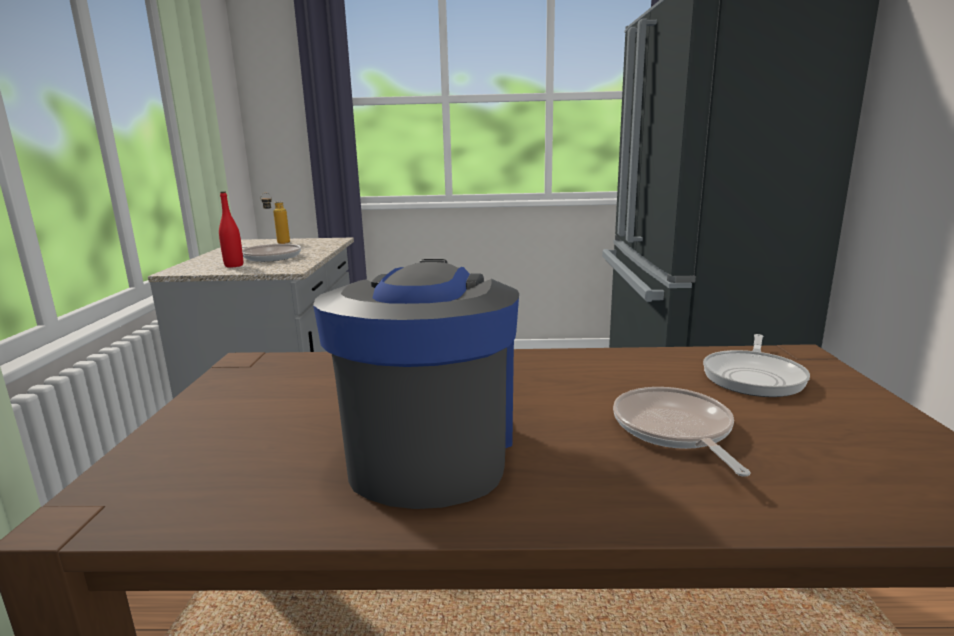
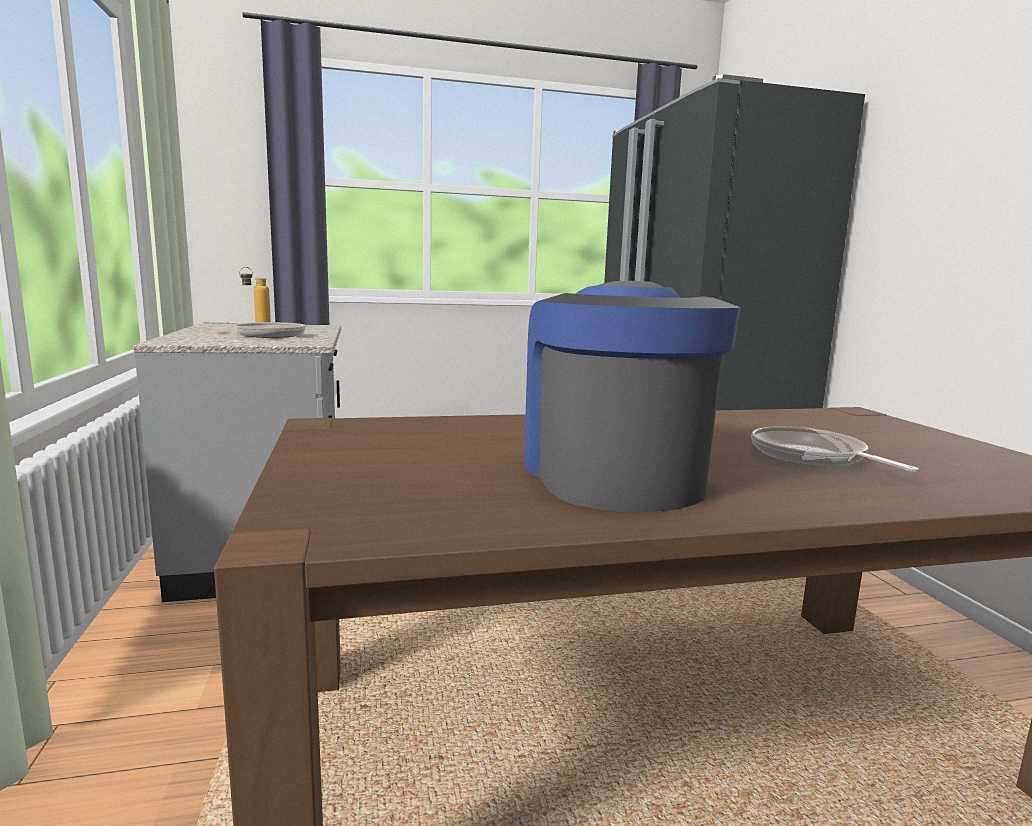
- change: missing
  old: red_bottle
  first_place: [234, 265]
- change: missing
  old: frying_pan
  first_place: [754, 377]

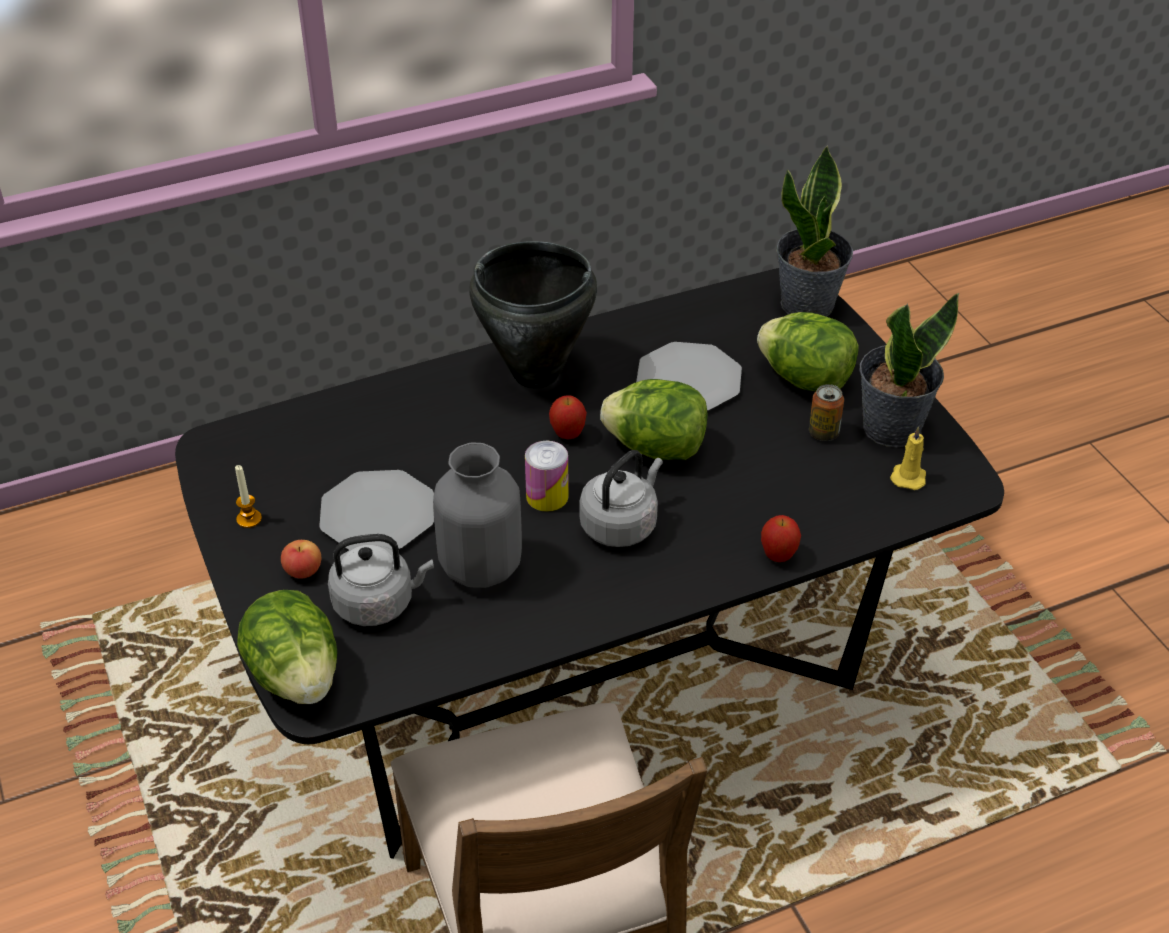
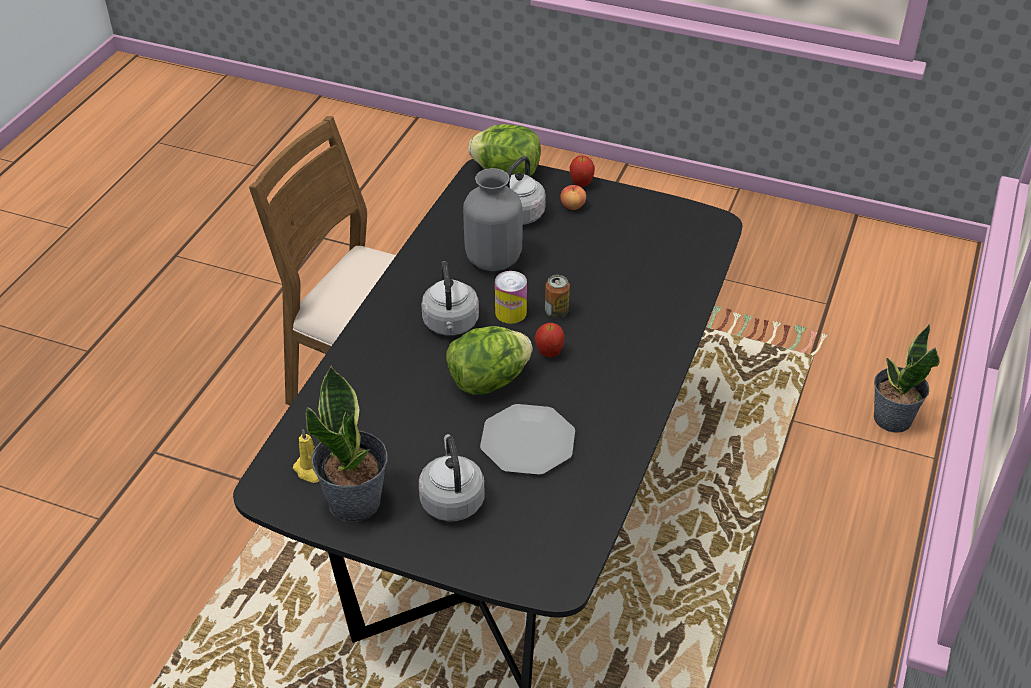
- change: relocated
  old: potted_plant
  first_place: [808, 304]
  second_place: [891, 419]
- change: missing
  old: black_cooking_pot
  first_place: [536, 374]
- change: exchanged
  old: lettuce
  new: grey_kettle
  first_place: [805, 379]
  second_place: [451, 499]
- change: relocated
  old: can
  first_place: [823, 433]
  second_place: [556, 312]
- change: missing
  old: candle
  first_place: [249, 519]
- change: missing
  old: plate
  first_place: [377, 513]
- change: relocated
  old: apple
  first_place: [778, 556]
  second_place: [581, 184]

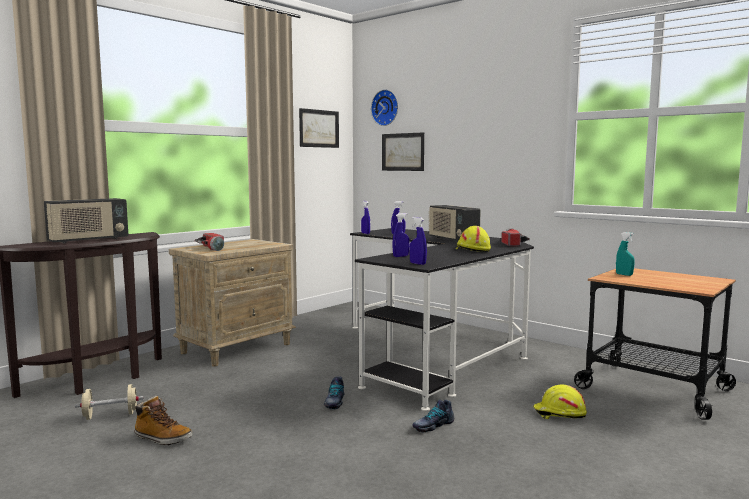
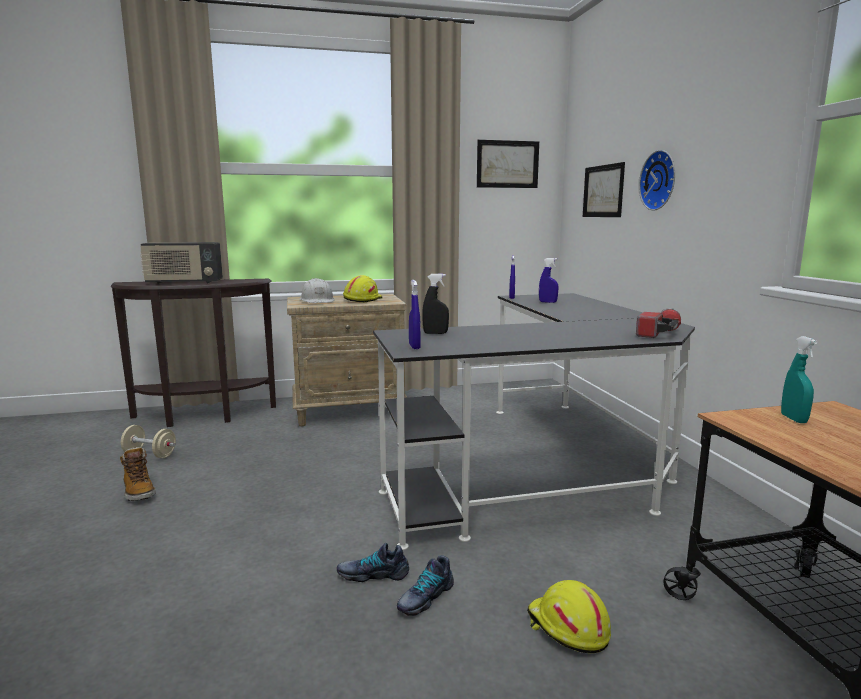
- change: relocated
  old: wall_clock
  first_place: [386, 108]
  second_place: [660, 180]
- change: missing
  old: radio
  first_place: [452, 240]
- change: colour
  old: blue_spray_bottle
  new: black_spray_bottle
  first_place: [401, 256]
  second_place: [435, 333]
- change: relocated
  old: yellow_hard_hat
  first_place: [472, 250]
  second_place: [362, 299]
- change: exchanged
  old: flashlight
  new: white_hard_hat
  first_place: [212, 248]
  second_place: [318, 300]
- change: relocated
  old: shoe
  first_place: [334, 401]
  second_place: [424, 597]

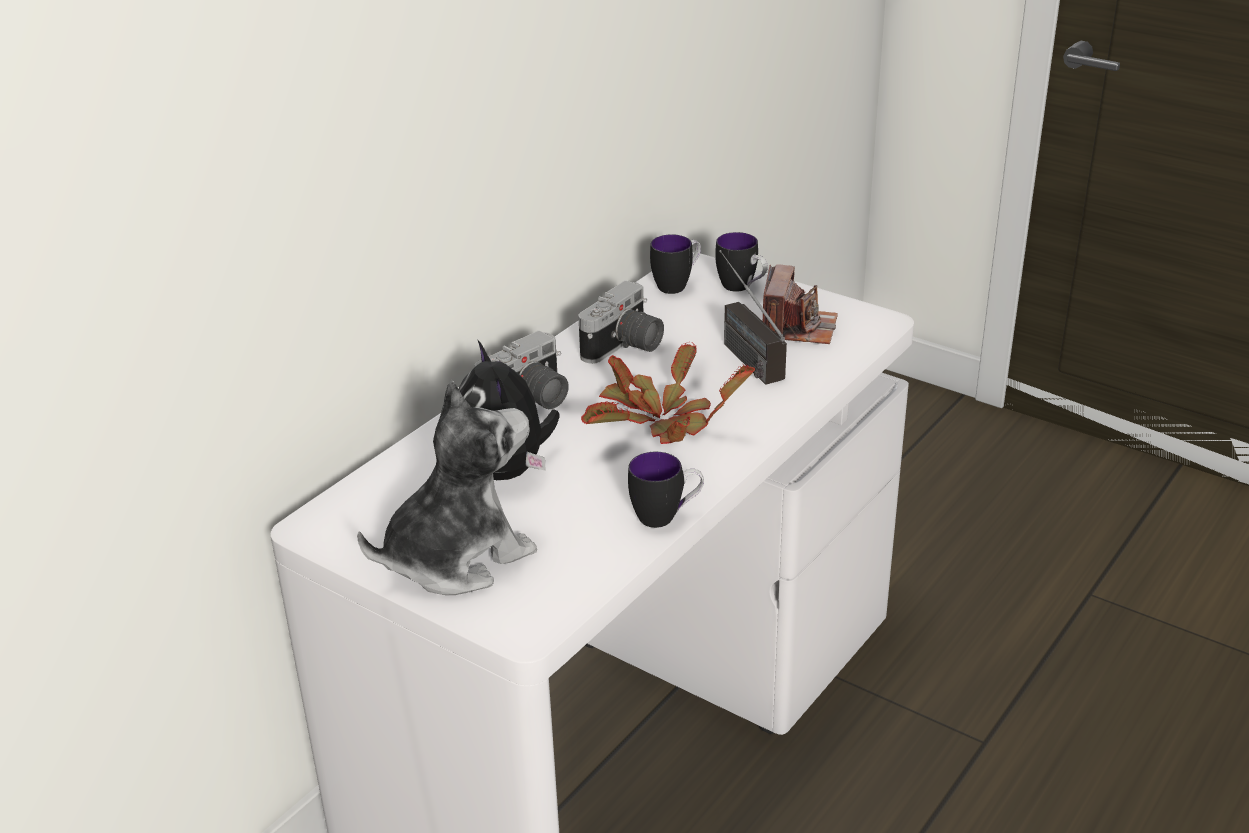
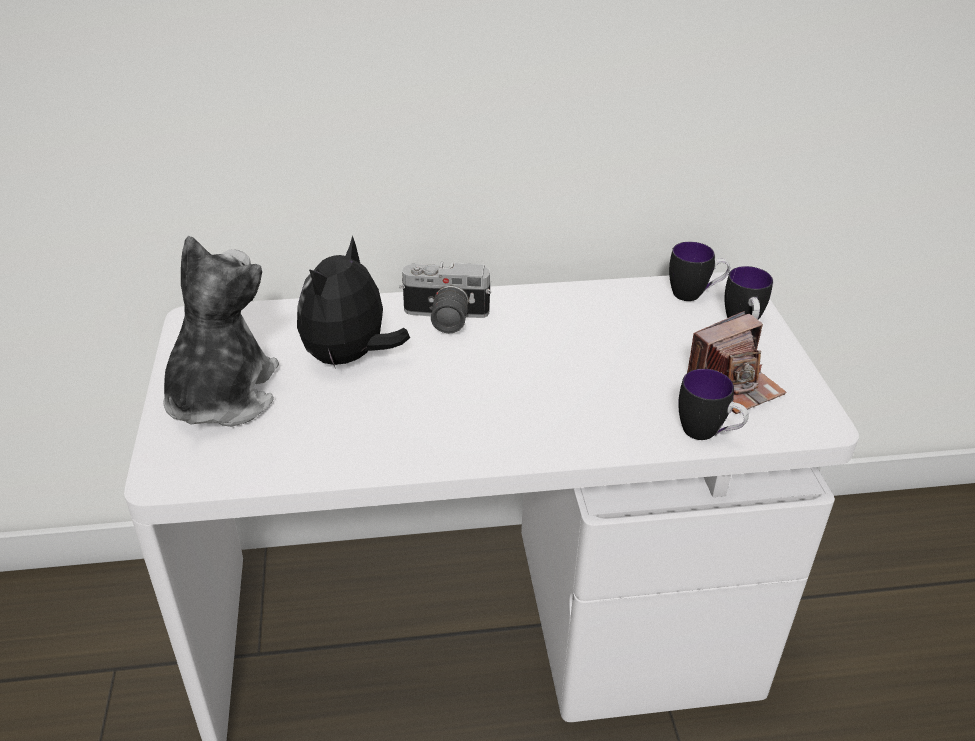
- change: missing
  old: radio
  first_place: [740, 351]
- change: missing
  old: photo_camera
  first_place: [625, 348]
- change: missing
  old: potted_plant
  first_place: [658, 423]
- change: spun
  old: plush_toy
  first_place: [456, 557]
  second_place: [221, 396]
  degrees: -90
- change: relocated
  old: mug
  first_place: [666, 517]
  second_place: [707, 434]

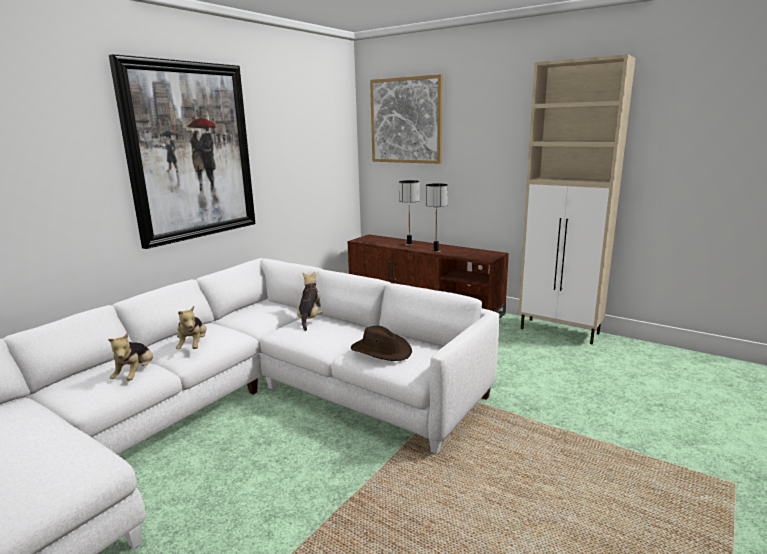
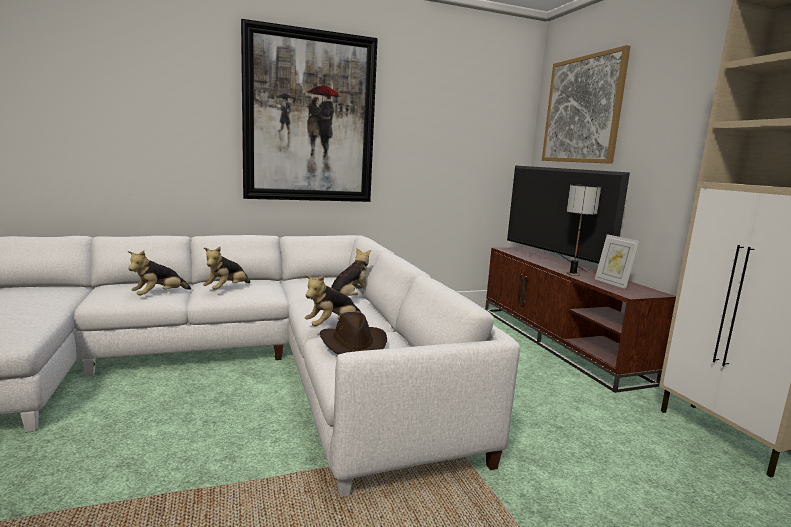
- change: exchanged
  old: table_lamp
  new: television
  first_place: [409, 244]
  second_place: [553, 262]
- change: appeared
  new: picture_frame
  second_place: [612, 283]
- change: appeared
  new: plush_toy
  second_place: [332, 326]

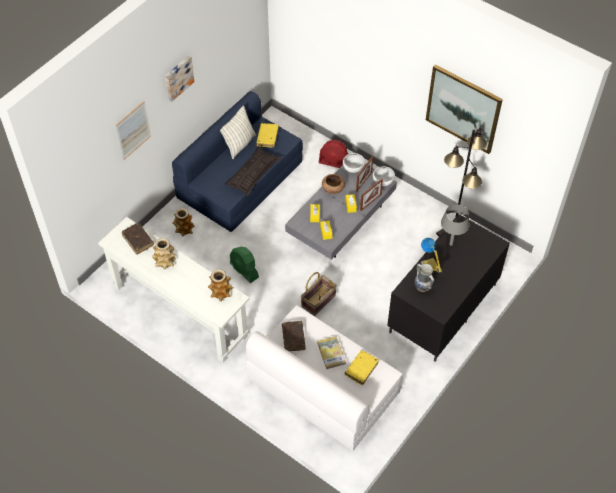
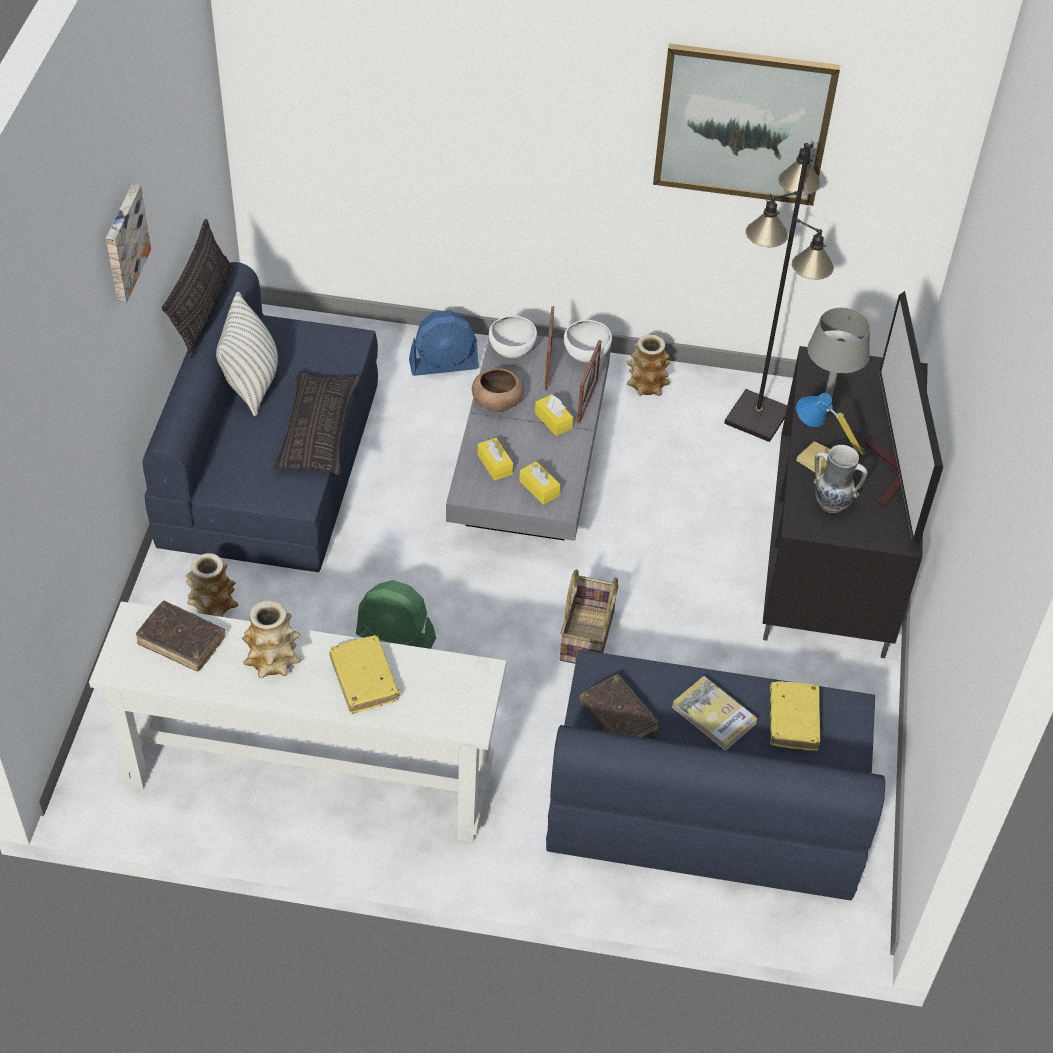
- change: missing
  old: picture
  first_place: [133, 130]
- change: relocated
  old: yellow_book
  first_place: [267, 137]
  second_place: [364, 679]
- change: colour
  old: red_fan
  new: blue_fan
  first_place: [334, 163]
  second_place: [444, 365]
- change: relocated
  old: vase
  first_place: [221, 292]
  second_place: [647, 384]
- change: colour
  old: white_sofa
  new: blue_sofa
  first_place: [323, 385]
  second_place: [707, 797]
- change: appeared
  new: pillow
  second_place: [203, 310]
- change: appeared
  new: television
  second_place: [892, 475]

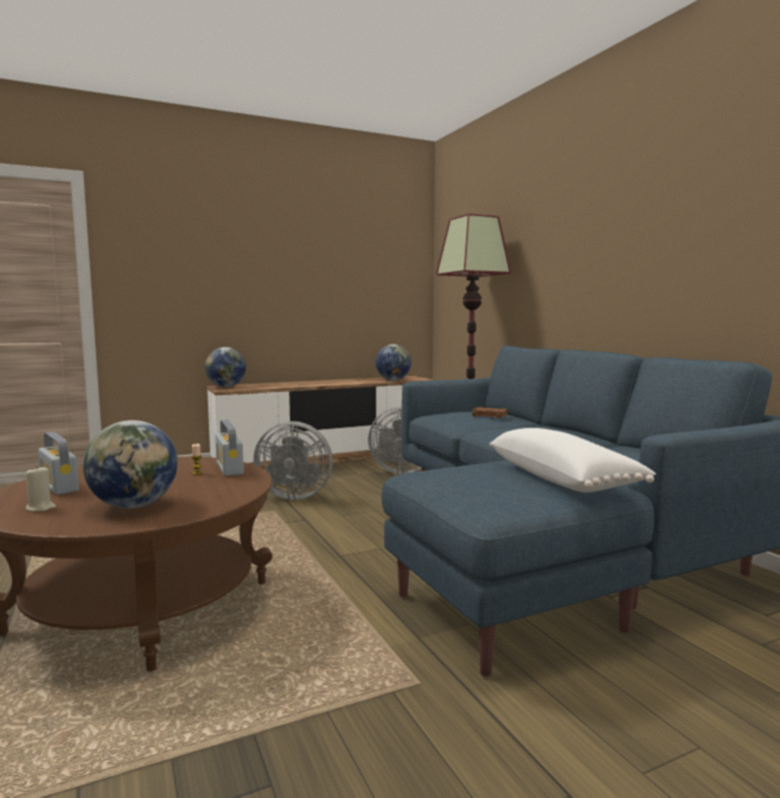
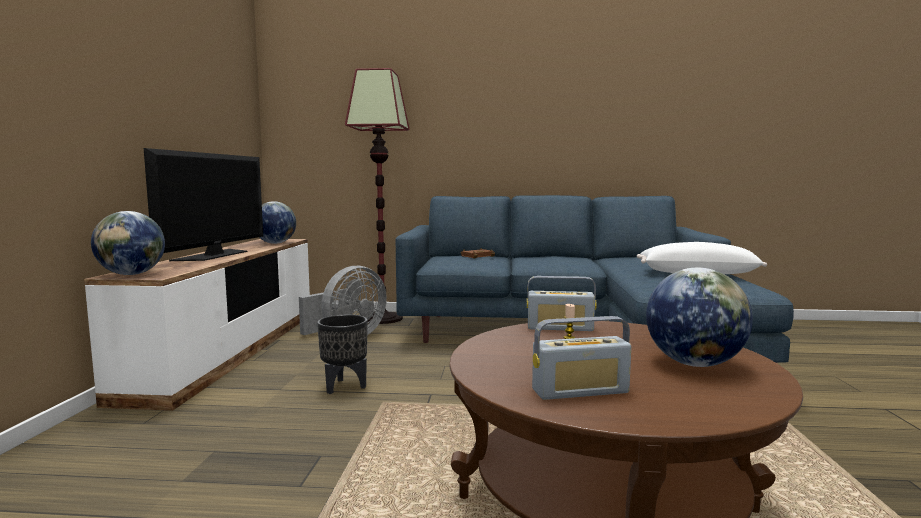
- change: exchanged
  old: grey_fan
  new: black_planter
  first_place: [293, 496]
  second_place: [344, 386]
- change: missing
  old: beige_candle
  first_place: [40, 508]
- change: appeared
  new: television
  second_place: [214, 255]

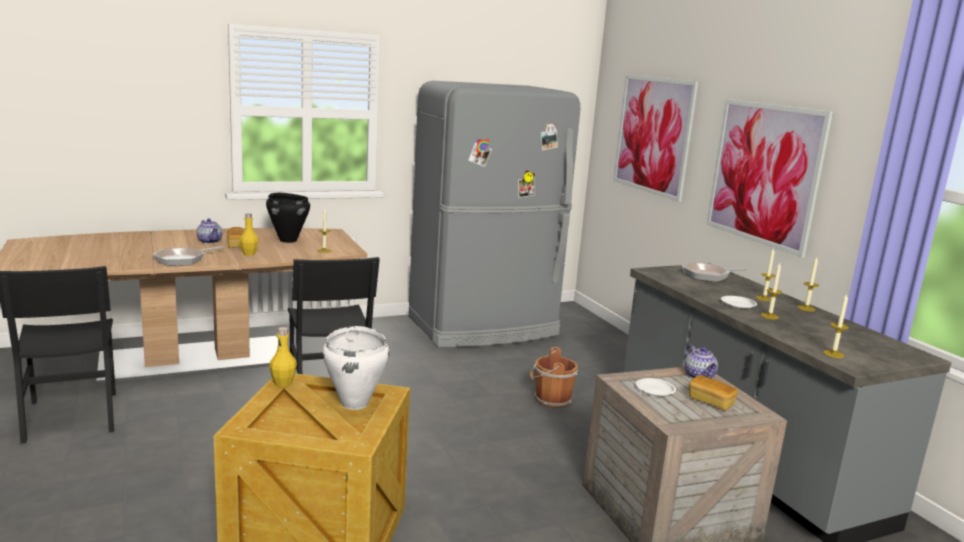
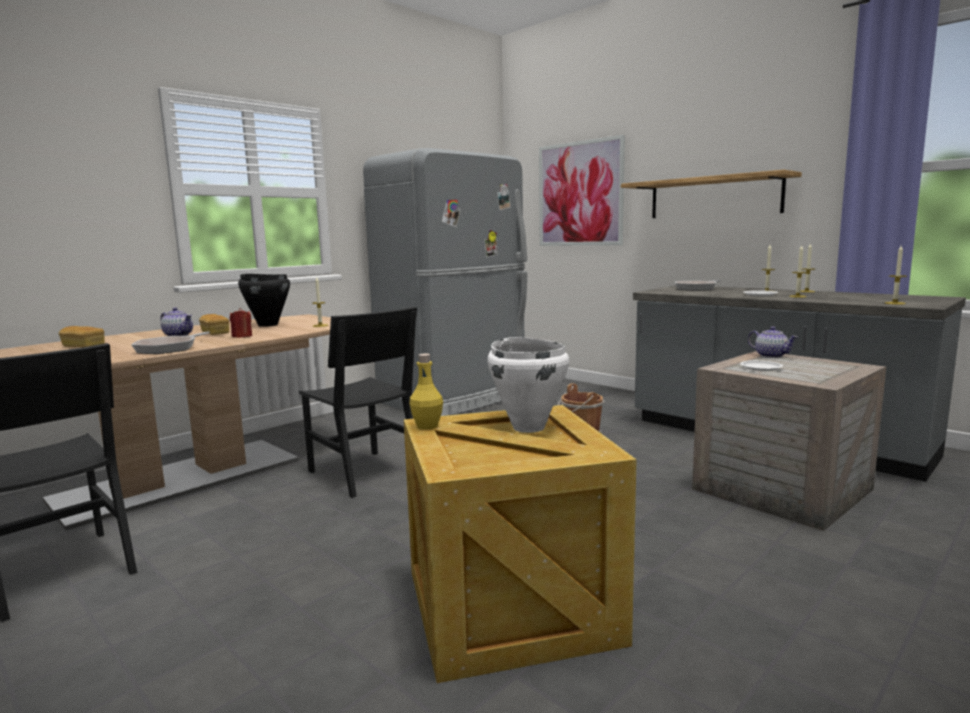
- change: exchanged
  old: picture
  new: shelf
  first_place: [764, 174]
  second_place: [714, 197]
- change: exchanged
  old: yellow_bottle
  new: red_candle
  first_place: [249, 254]
  second_place: [242, 336]
- change: relocated
  old: bread
  first_place: [710, 402]
  second_place: [83, 347]

